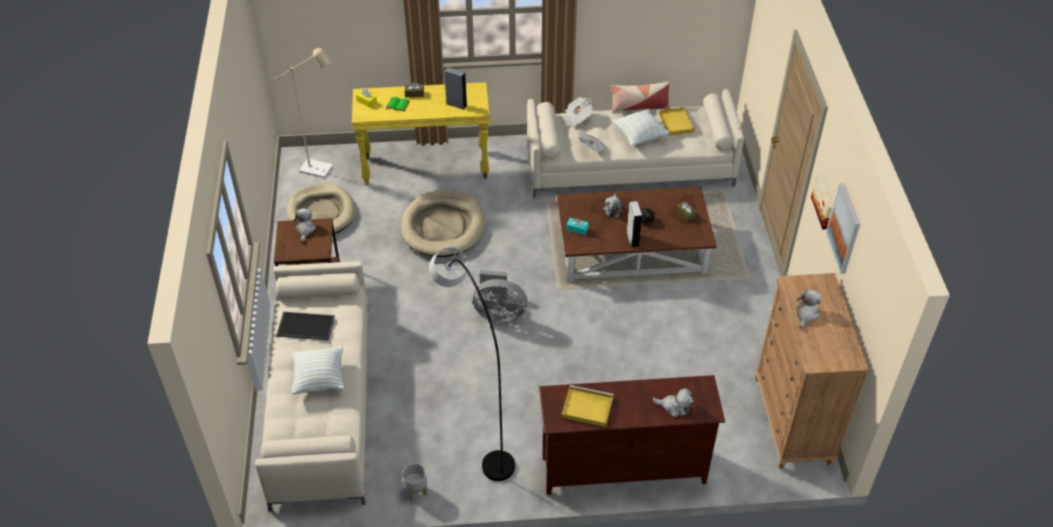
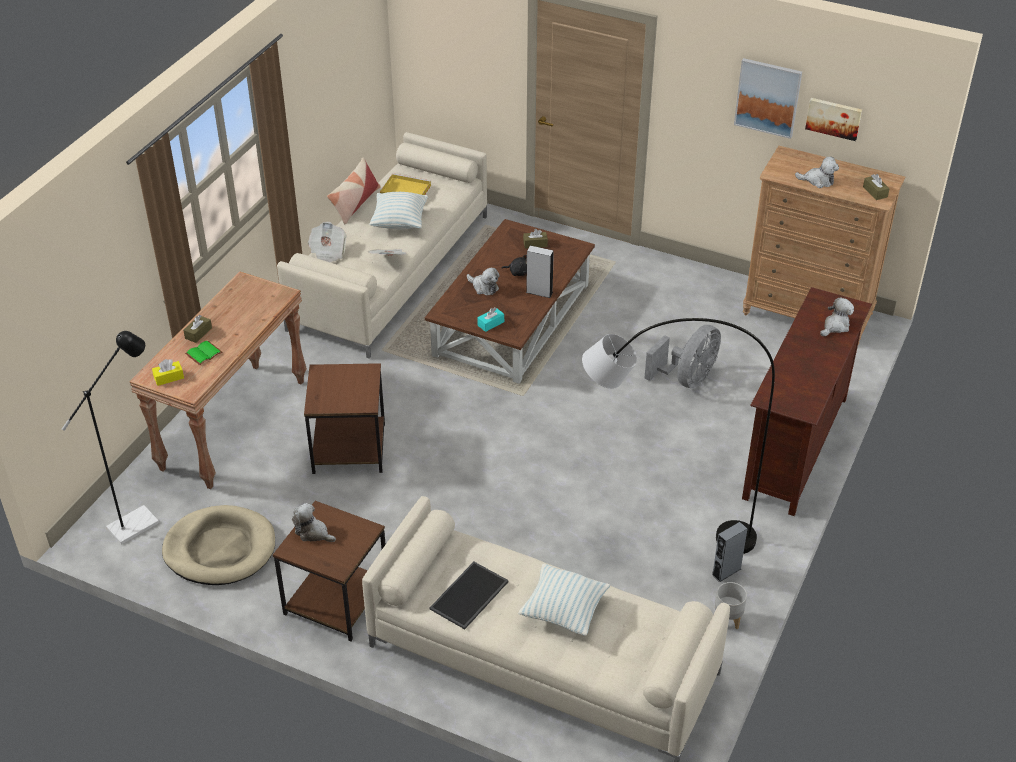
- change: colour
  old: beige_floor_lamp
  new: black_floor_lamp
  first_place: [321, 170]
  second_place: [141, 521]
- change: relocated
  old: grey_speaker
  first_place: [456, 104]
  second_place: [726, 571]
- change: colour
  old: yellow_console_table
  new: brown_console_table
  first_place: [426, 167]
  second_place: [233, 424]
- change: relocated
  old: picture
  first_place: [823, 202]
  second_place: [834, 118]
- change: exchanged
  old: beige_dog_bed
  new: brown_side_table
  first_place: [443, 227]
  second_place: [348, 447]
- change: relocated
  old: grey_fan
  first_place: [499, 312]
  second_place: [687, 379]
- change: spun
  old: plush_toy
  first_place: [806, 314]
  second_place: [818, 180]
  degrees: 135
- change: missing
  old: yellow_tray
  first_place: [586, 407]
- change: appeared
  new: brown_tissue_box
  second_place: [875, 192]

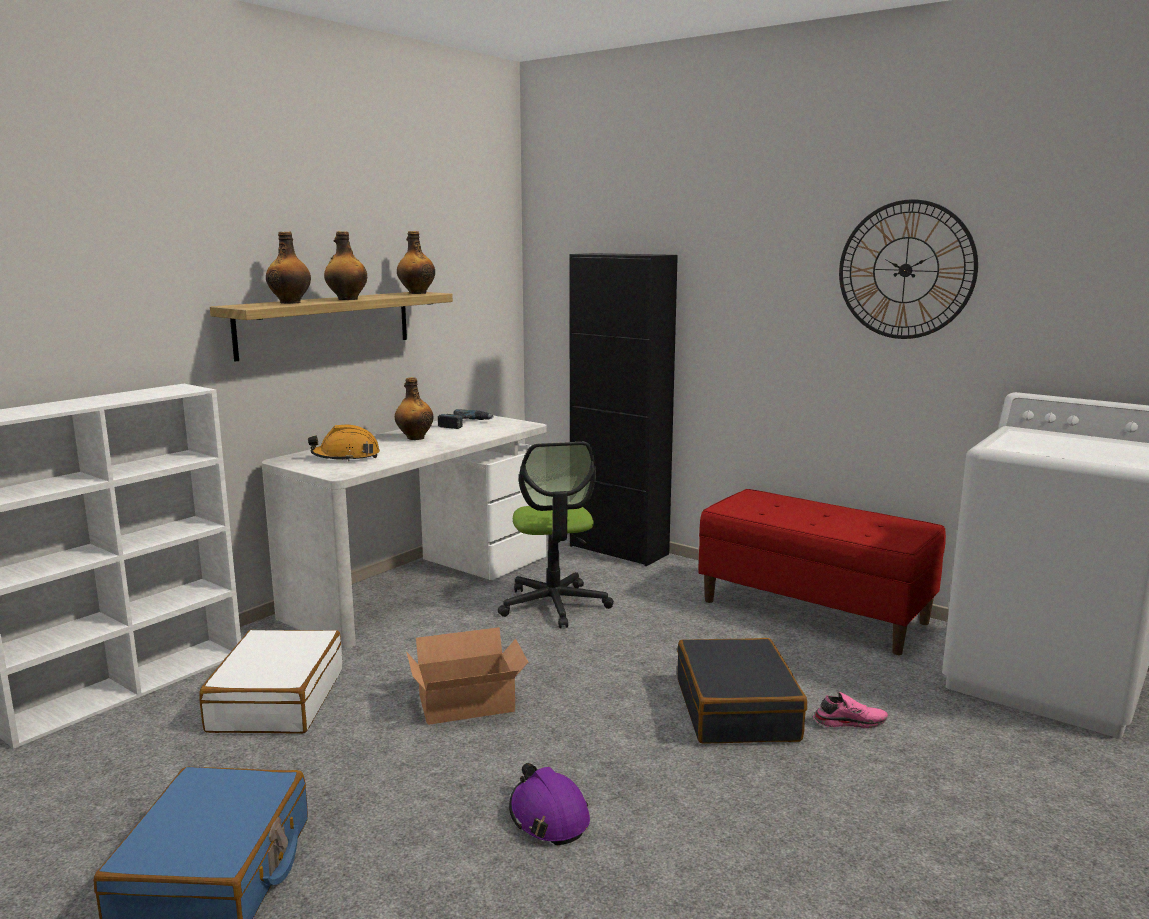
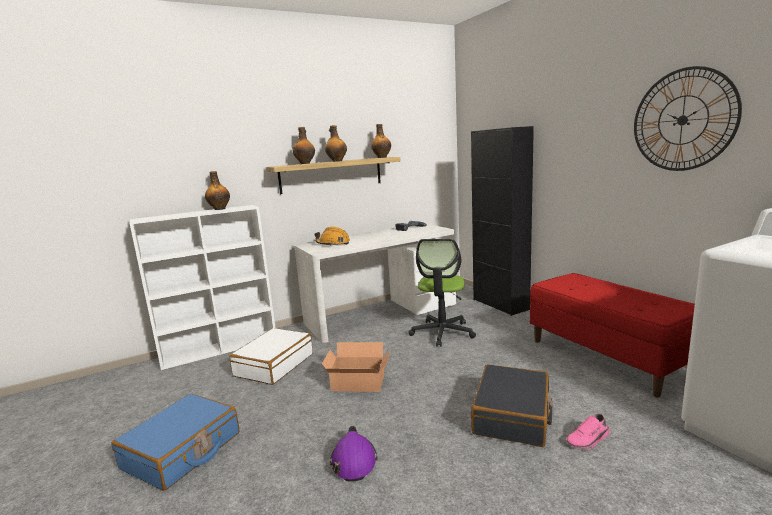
- change: relocated
  old: bottle
  first_place: [415, 438]
  second_place: [219, 209]
- change: spun
  old: pink_shoe
  first_place: [849, 721]
  second_place: [589, 440]
  degrees: 135

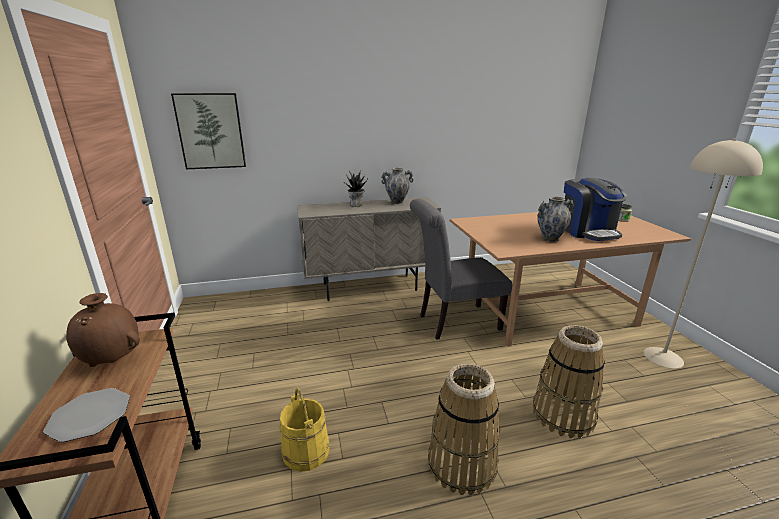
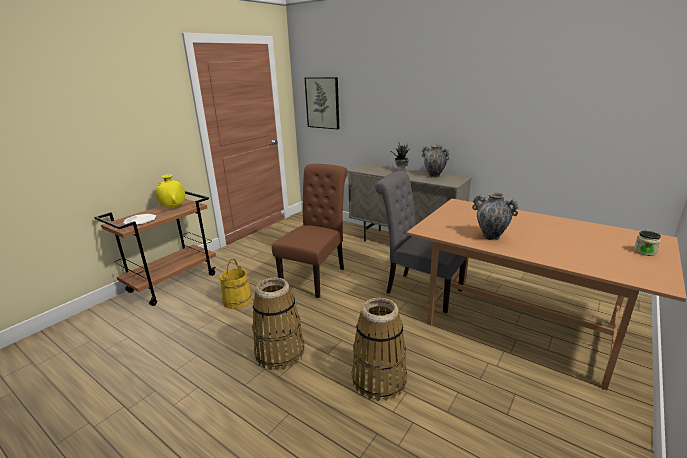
- change: missing
  old: beige_floor_lamp
  first_place: [663, 357]
- change: missing
  old: coffee_machine
  first_place: [587, 231]
- change: colour
  old: brown_vase
  new: yellow_vase
  first_place: [113, 360]
  second_place: [173, 208]
- change: appeared
  new: brown_chair
  second_place: [316, 276]

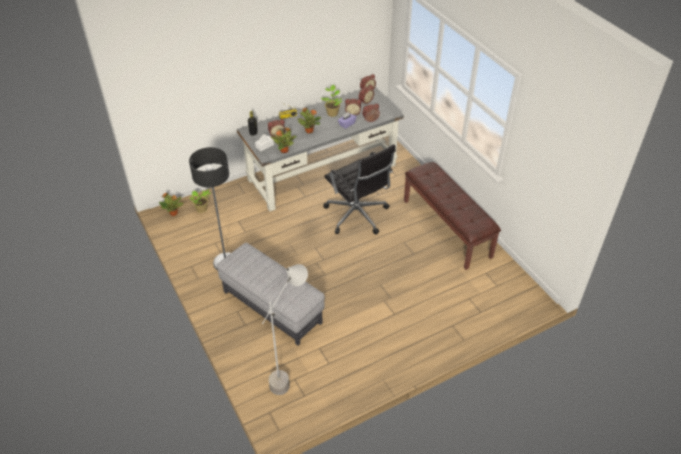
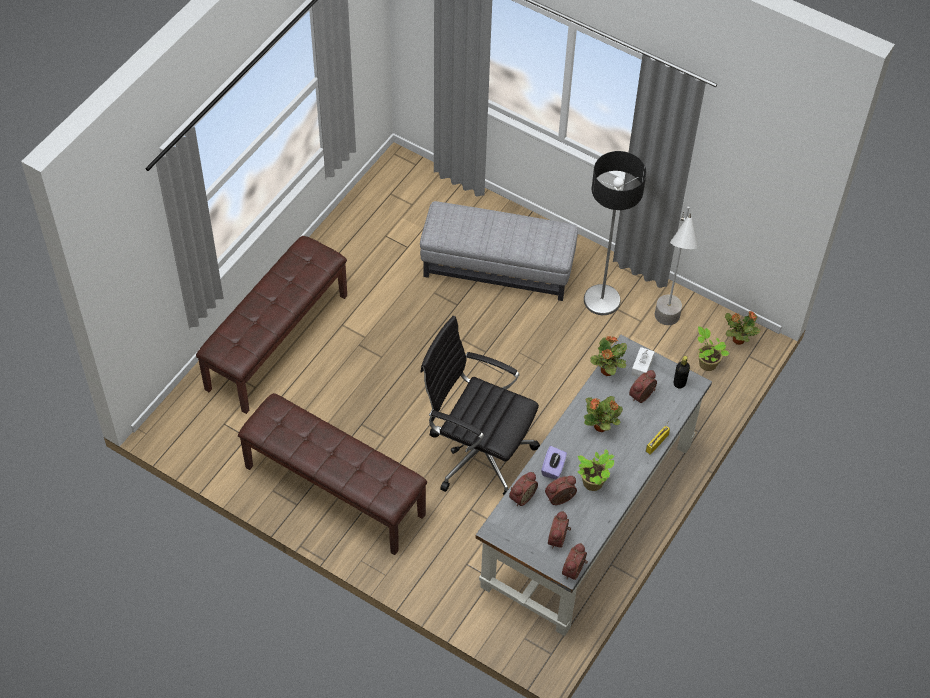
- change: relocated
  old: grey_floor_lamp
  first_place: [290, 374]
  second_place: [665, 332]
- change: appeared
  new: brown_bench
  second_place: [276, 341]

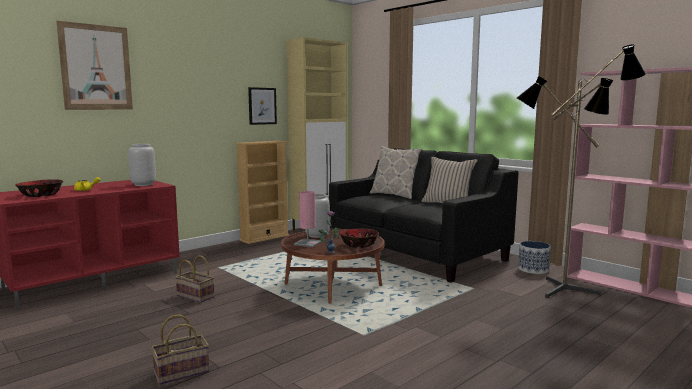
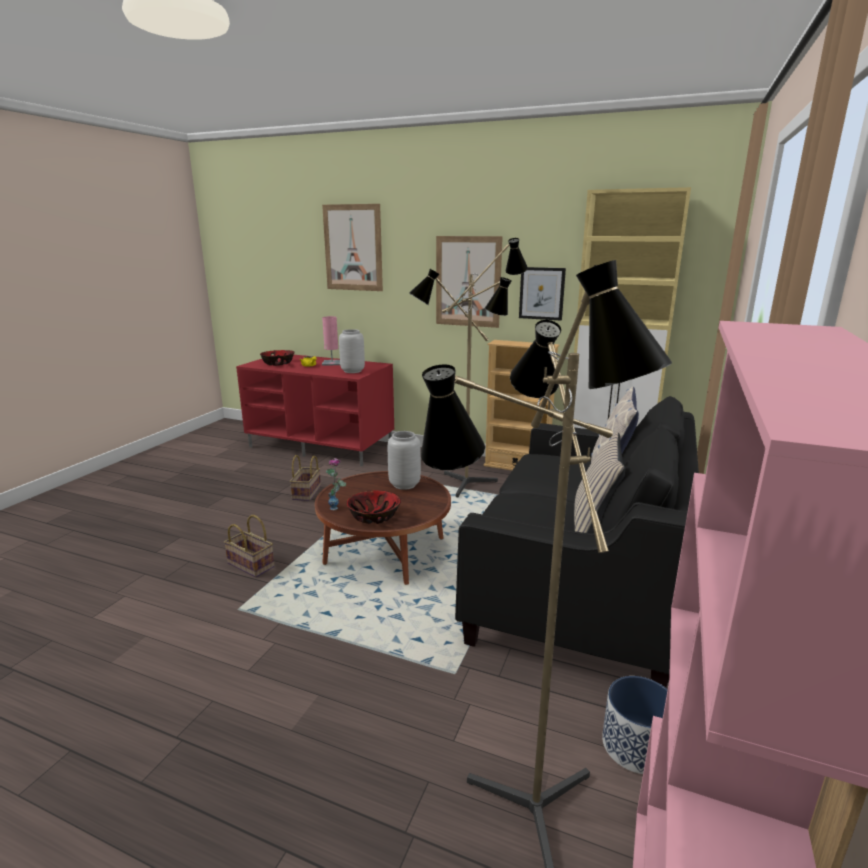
- change: relocated
  old: pink_table_lamp
  first_place: [307, 243]
  second_place: [332, 363]
- change: relocated
  old: basket
  first_place: [182, 371]
  second_place: [252, 565]
- change: appeared
  new: picture
  second_place: [468, 281]
- change: appeared
  new: floor_lamp
  second_place: [469, 486]

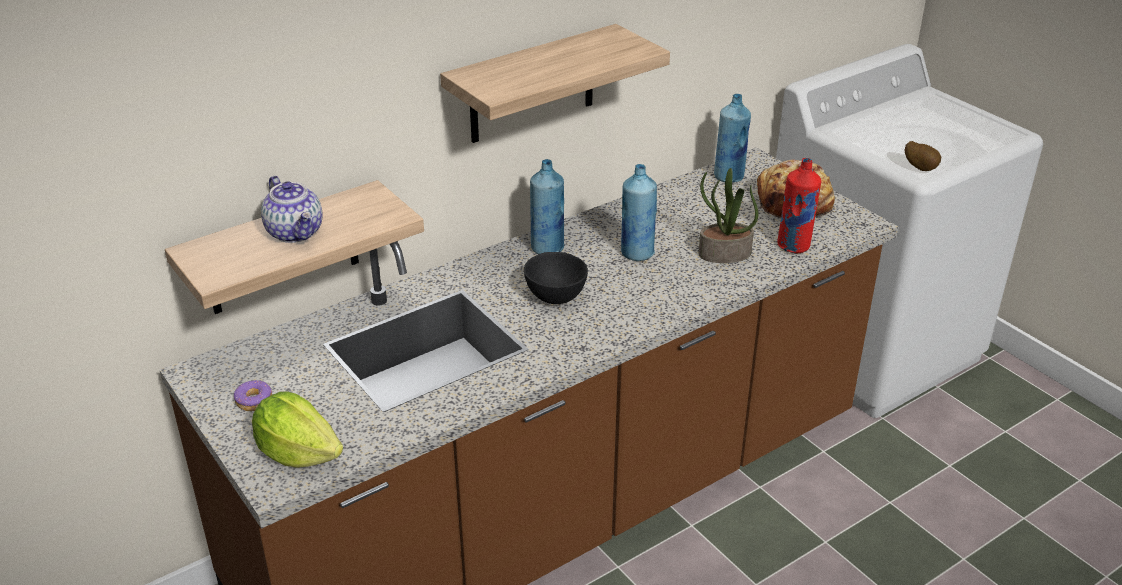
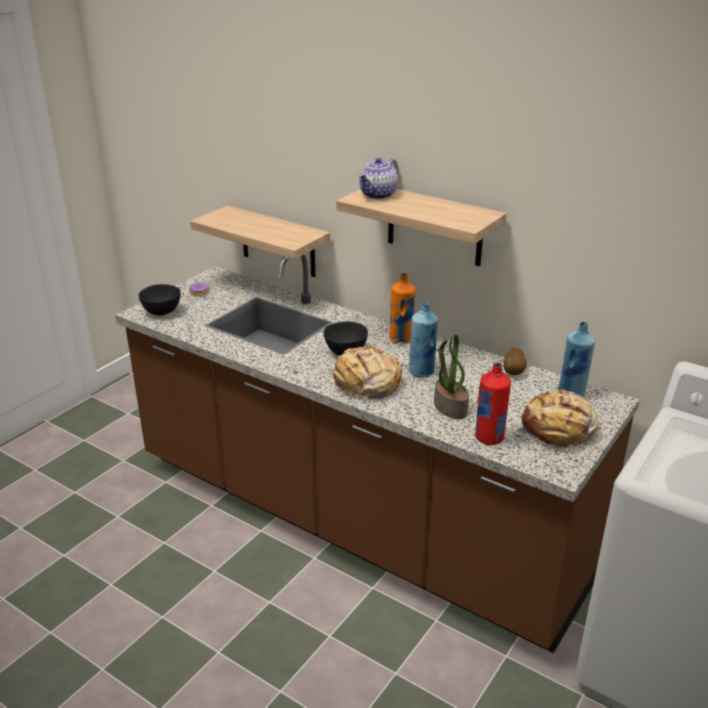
- change: relocated
  old: potato
  first_place: [920, 168]
  second_place: [514, 372]
- change: colour
  old: blue_bottle
  new: orange_bottle
  first_place: [547, 248]
  second_place: [401, 339]
- change: relocated
  old: teapot
  first_place: [296, 232]
  second_place: [378, 195]
- change: exchanged
  old: lettuce
  new: black_bowl
  first_place: [298, 453]
  second_place: [162, 312]
- change: appeared
  new: bread
  second_place: [366, 383]

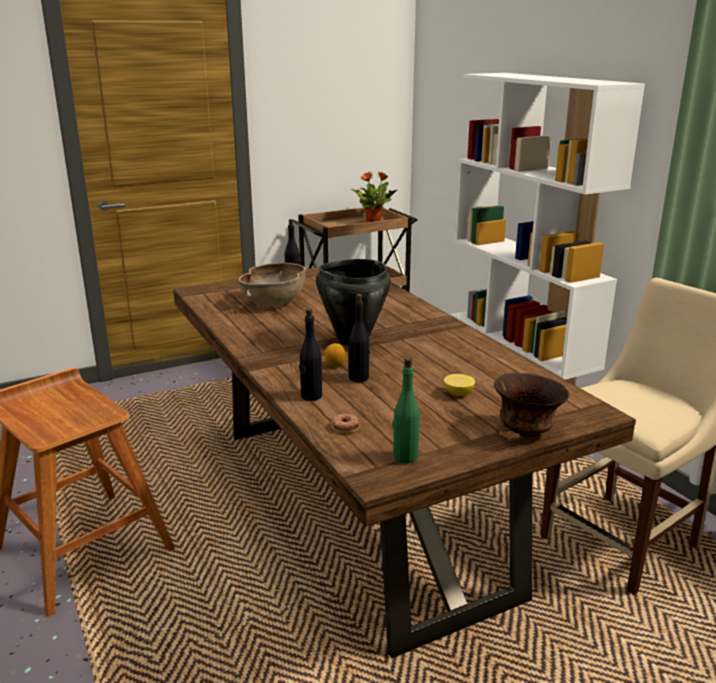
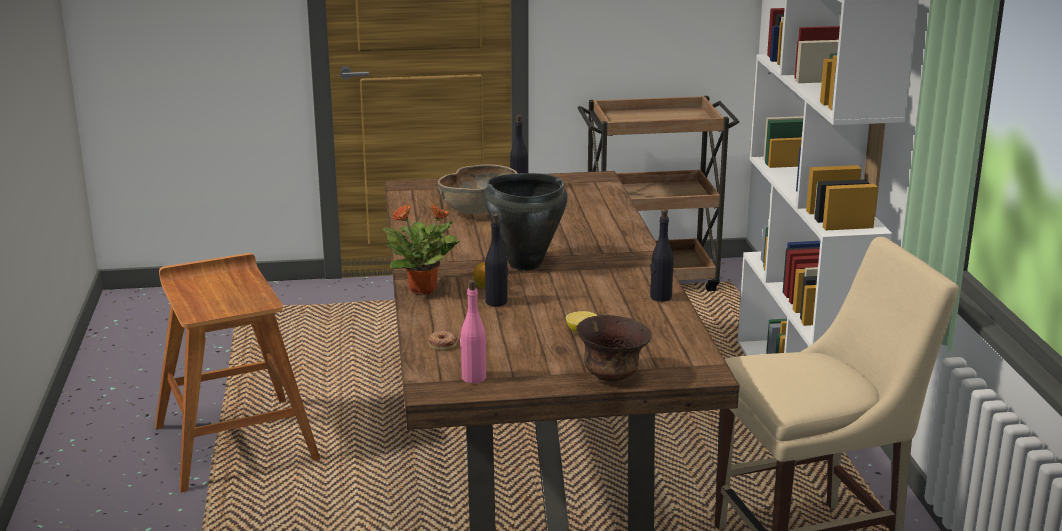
- change: relocated
  old: potted_plant
  first_place: [374, 221]
  second_place: [424, 289]
- change: relocated
  old: black_bottle
  first_place: [311, 396]
  second_place: [660, 297]
- change: colour
  old: green_bottle
  new: pink_bottle
  first_place: [405, 457]
  second_place: [473, 378]

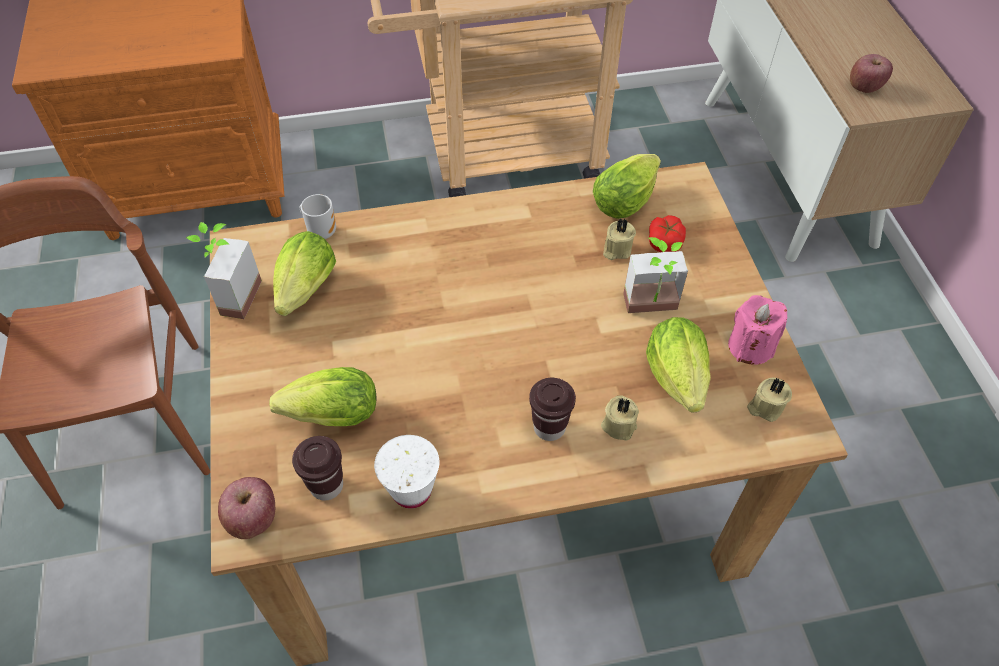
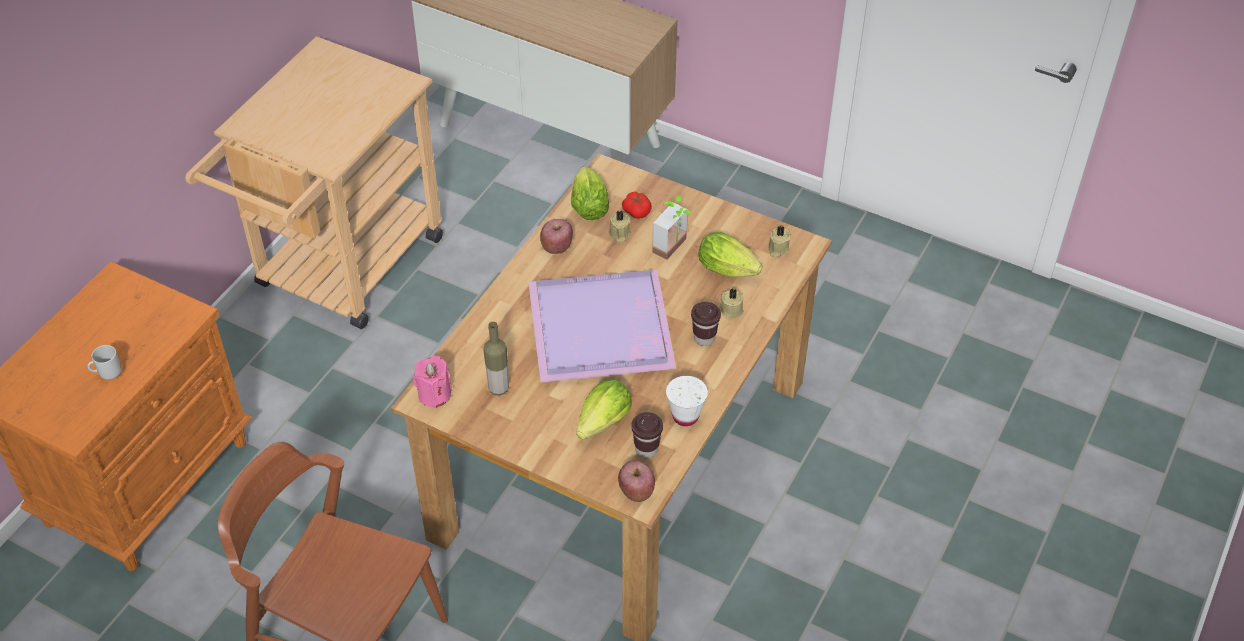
- change: relocated
  old: apple
  first_place: [864, 87]
  second_place: [556, 247]
- change: relocated
  old: mug
  first_place: [322, 231]
  second_place: [109, 374]
- change: missing
  old: potted_plant
  first_place: [231, 296]
- change: exchanged
  old: lettuce
  new: bottle
  first_place: [304, 294]
  second_place: [498, 388]
- change: relocated
  old: pink_candle
  first_place: [750, 347]
  second_place: [434, 394]
- change: appeared
  new: purple_tray
  second_place: [603, 330]

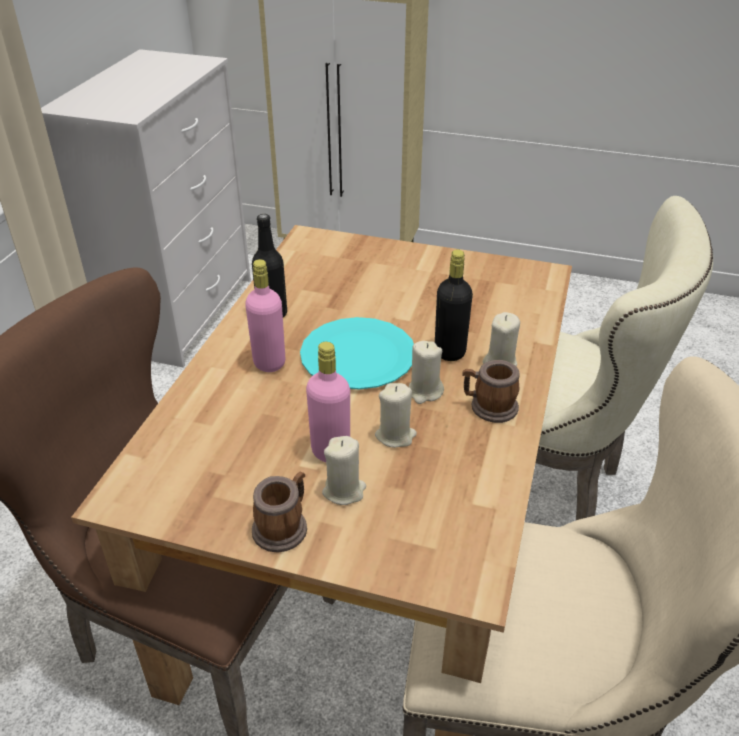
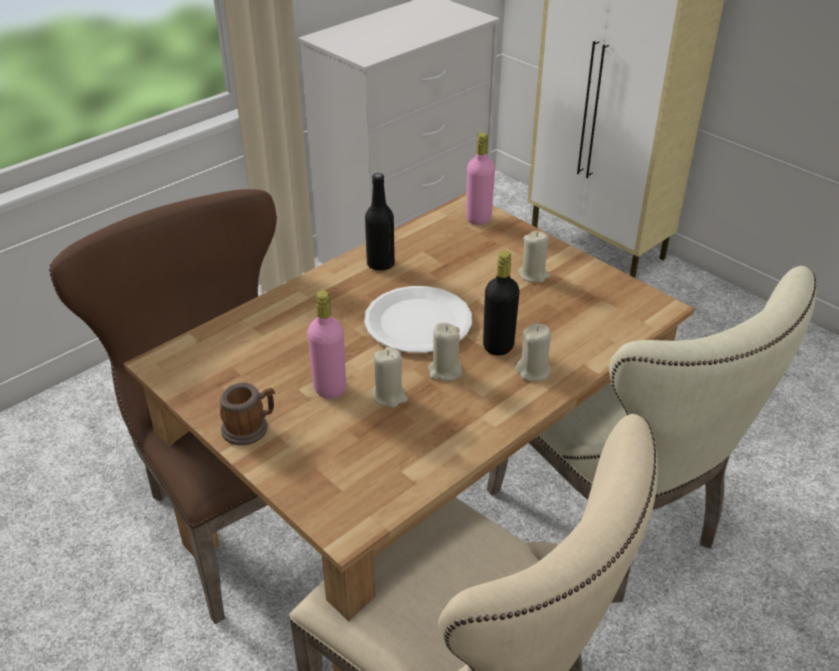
- change: relocated
  old: pink_bottle
  first_place: [269, 363]
  second_place: [478, 218]
- change: colour
  old: turquoise_plate
  new: white_plate
  first_place: [357, 356]
  second_place: [417, 322]
- change: missing
  old: mug
  first_place: [488, 407]
- change: relocated
  old: beige_candle
  first_place: [344, 491]
  second_place: [533, 275]

